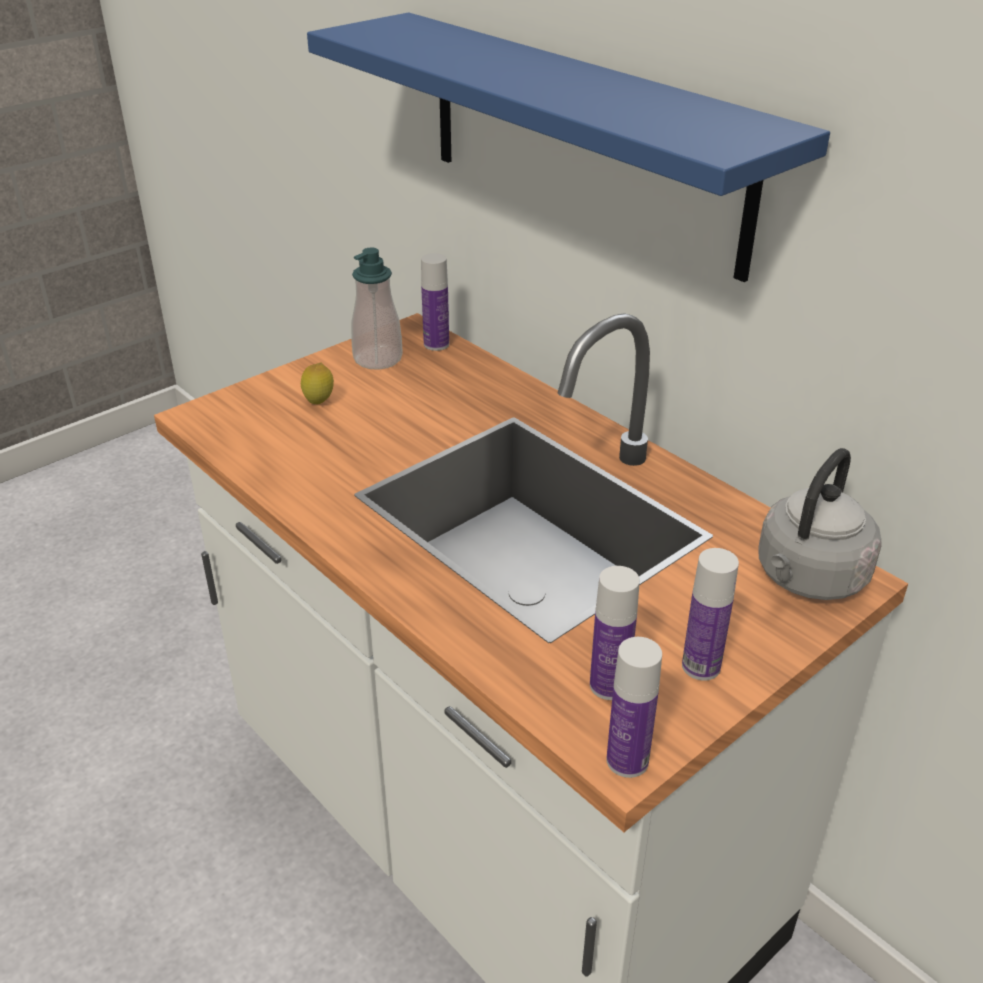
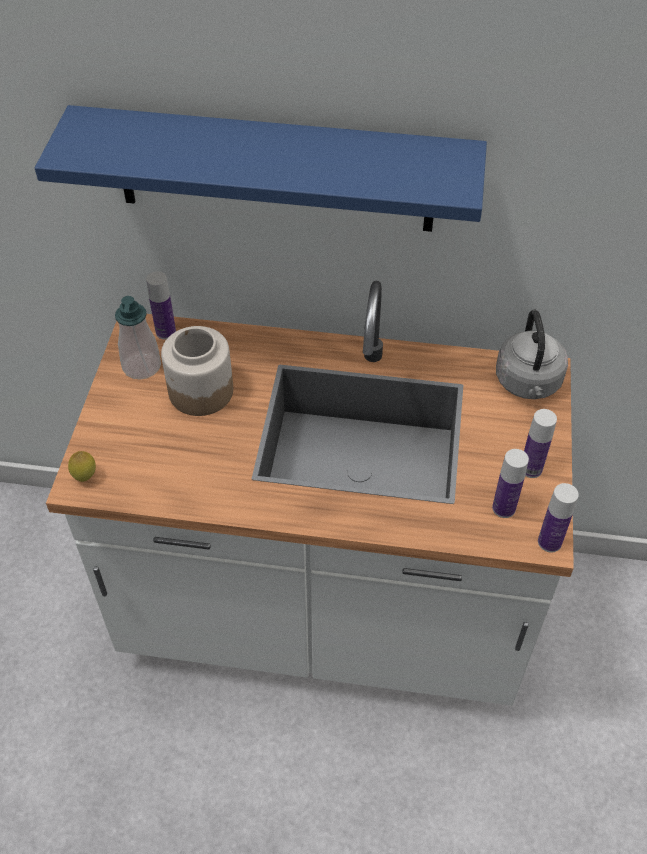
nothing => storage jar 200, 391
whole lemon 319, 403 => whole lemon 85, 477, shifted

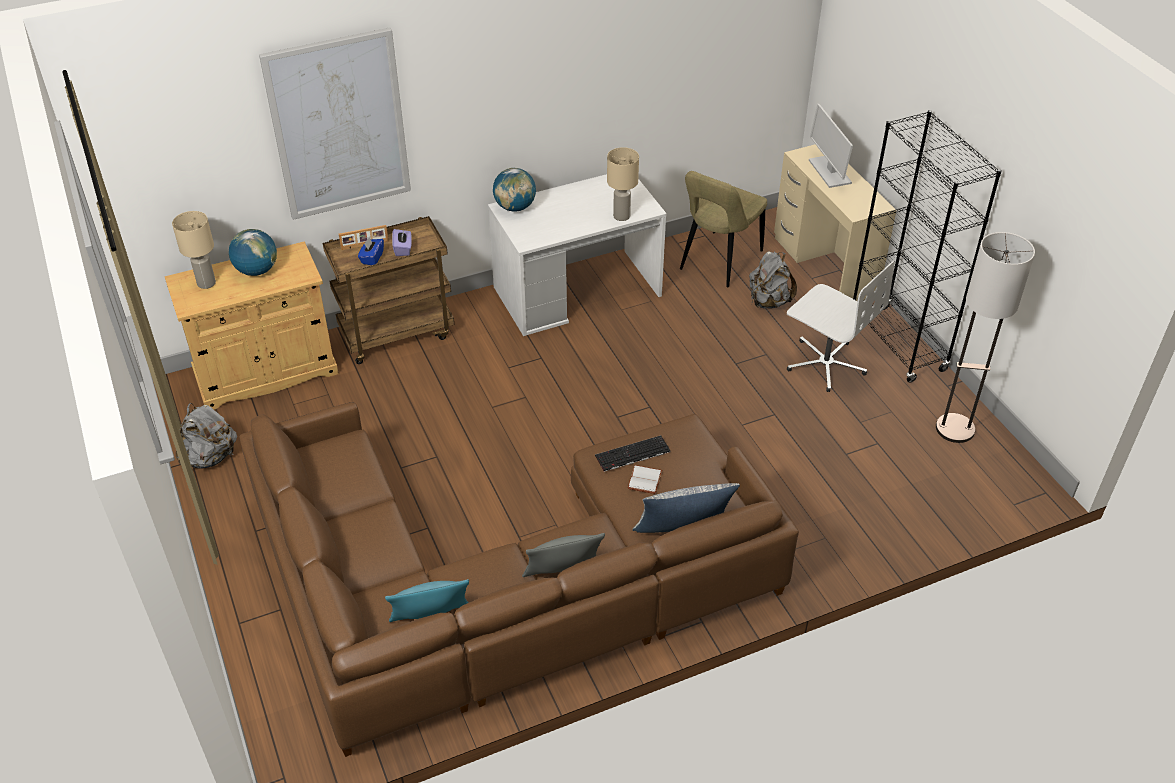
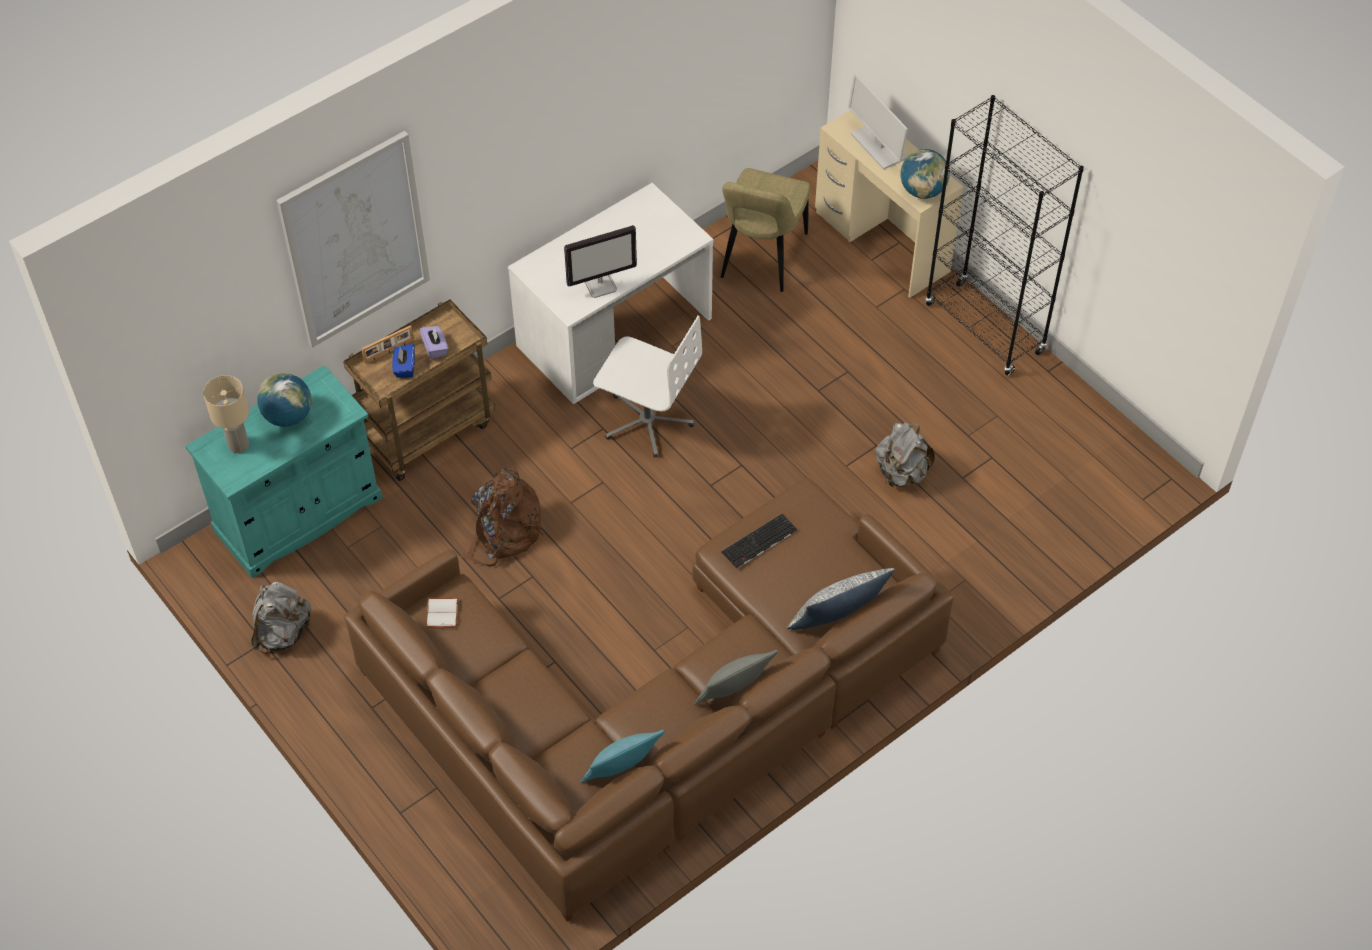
table lamp (beige) 622, 216 => nothing
standing lamp 955, 428 => nothing
nothing => rucksack (brown) 503, 532
nothing => computer screen 601, 285
desk globe 515, 207 => desk globe 922, 191, shifted
book (white) 645, 481 => book (white) 443, 614, shifted
rucksack (grey) 768, 301 => rucksack (grey) 901, 473, shifted
desk chair (white) 825, 363 => desk chair (white) 647, 420, shifted
cabinet (beige) 266, 373 => cabinet (blue-green) 298, 514

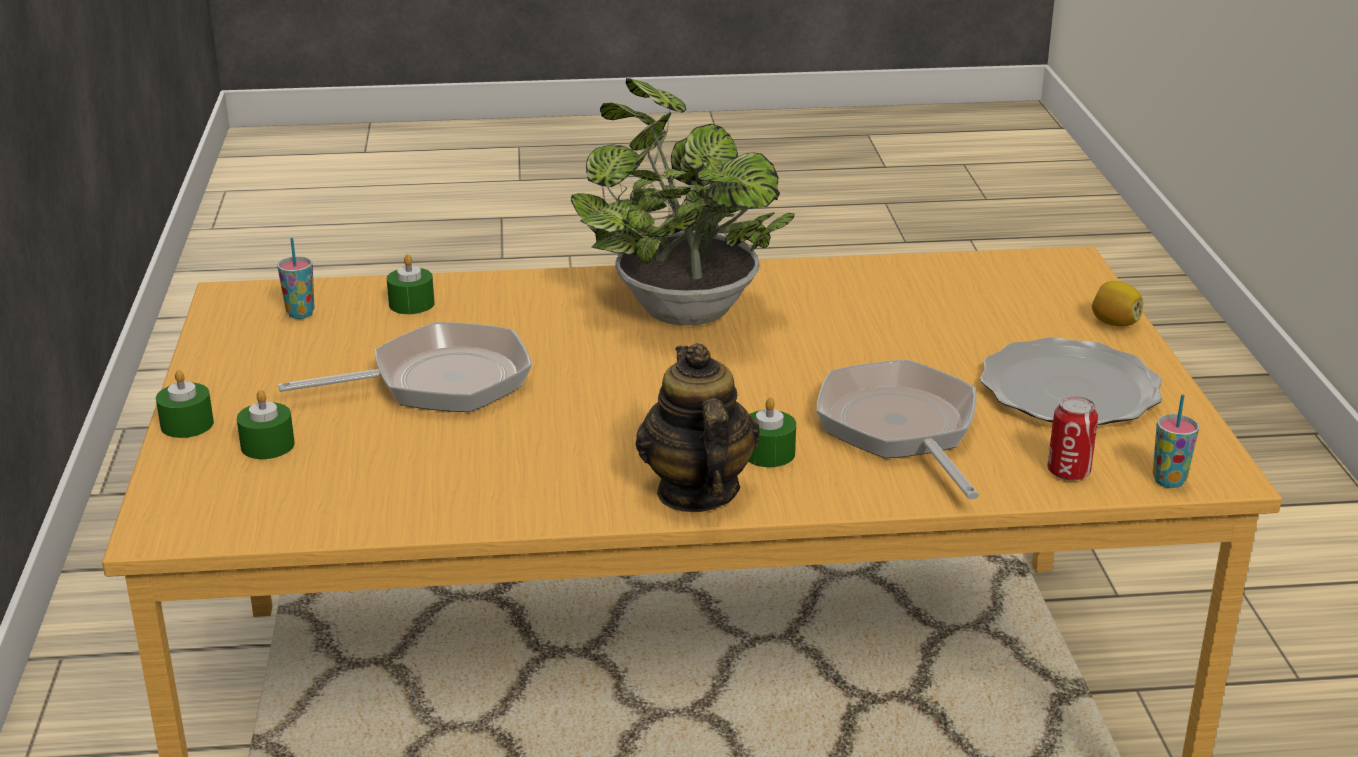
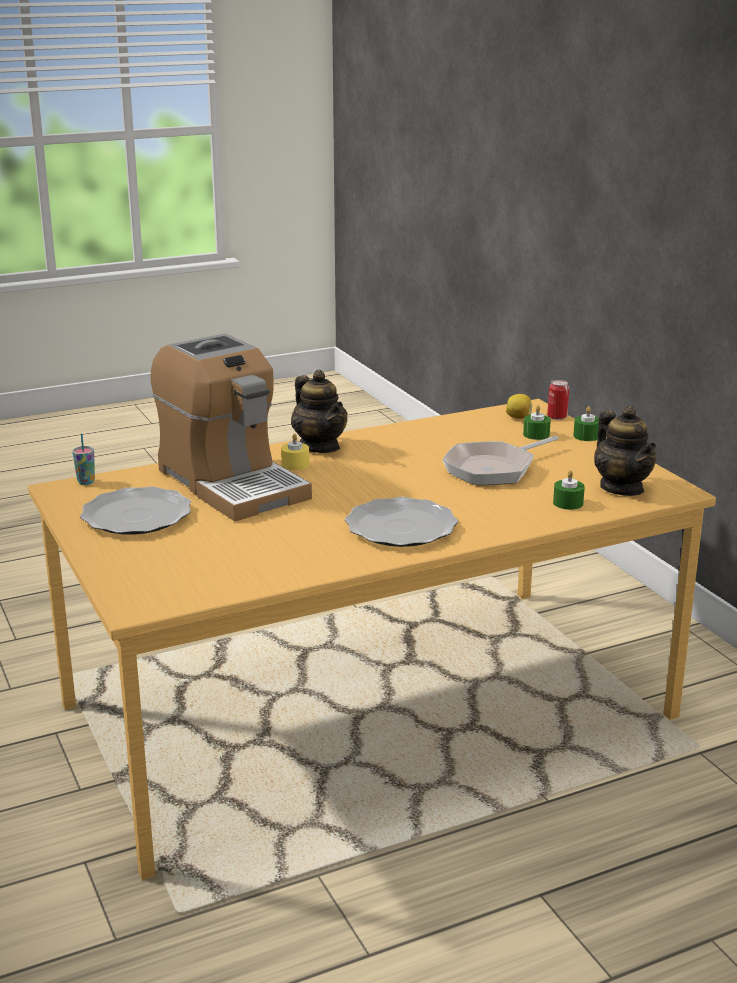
can 1068, 472 => can 557, 417, shifted
whole lemon 1114, 323 => whole lemon 518, 417, shifted
drinking cup 300, 314 => teapot 622, 488
potted plant 680, 308 => flat dish 400, 527
pan 900, 429 => coffee brewer 231, 483
candle (greenish) 768, 453 => candle (yellow) 295, 464

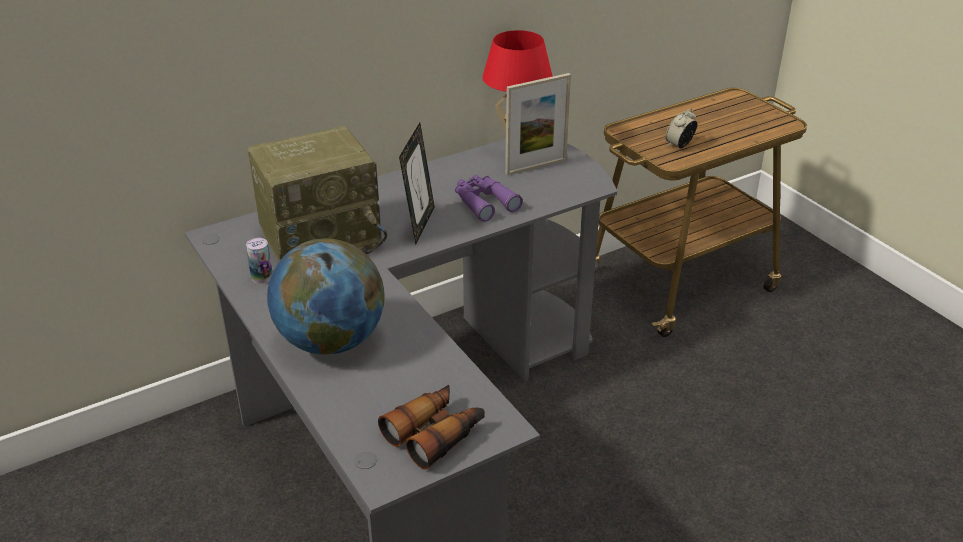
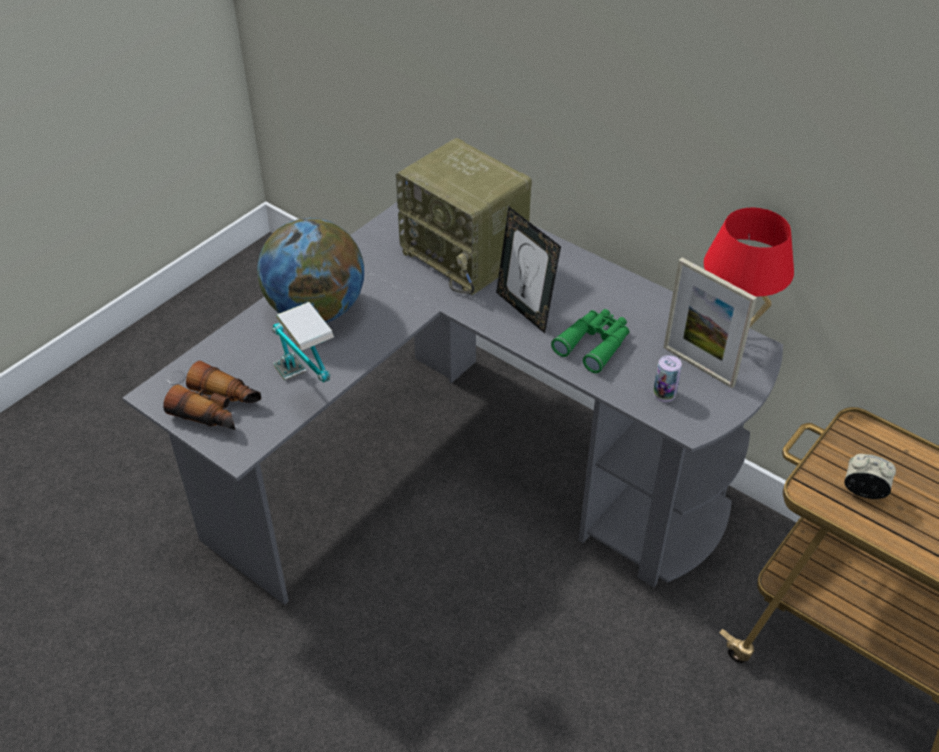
nothing => table lamp 308, 393
can 262, 277 => can 664, 394, shifted
binoculars (purple-coloured) 484, 202 => binoculars (greenish) 594, 344
picture frame 419, 224 => picture frame 525, 310, 60 degrees clockwise

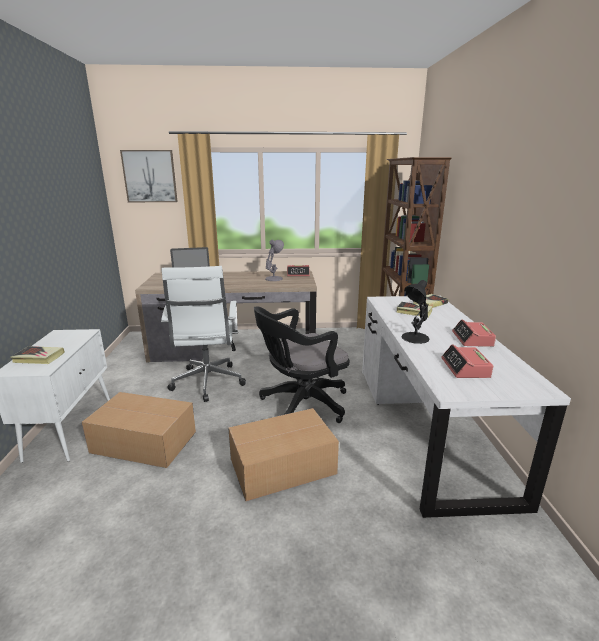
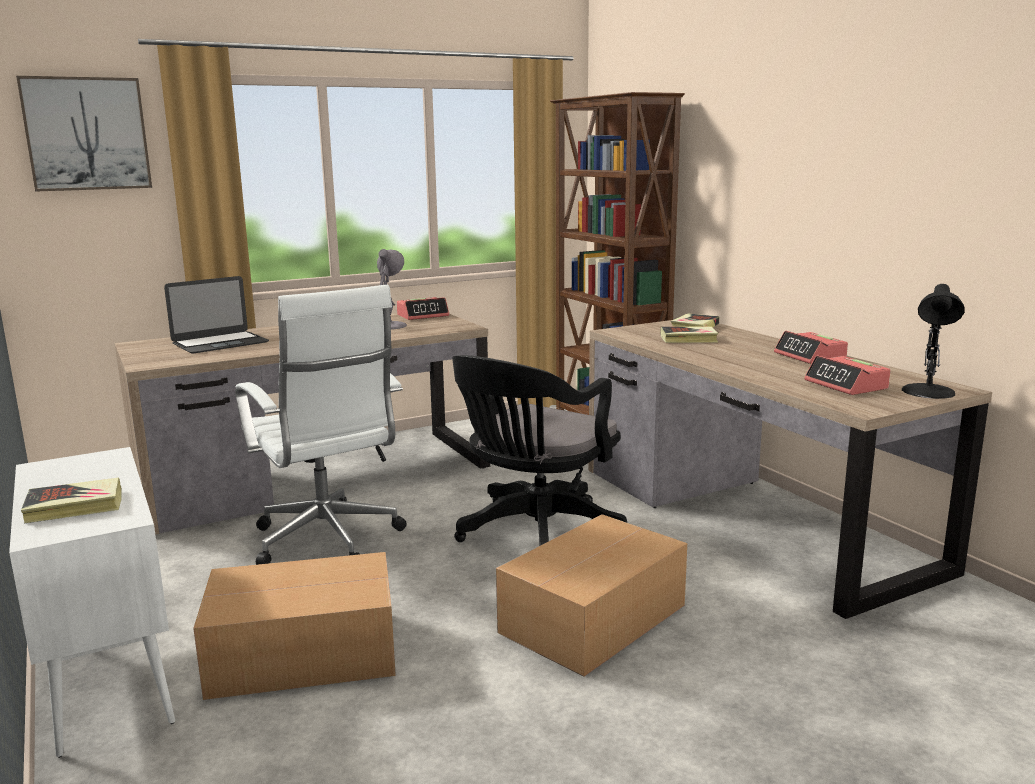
table lamp (black-coloured) 414, 338 => table lamp (black-coloured) 928, 392, shifted
desk unit (white) 427, 425 => desk unit (brown) 749, 517

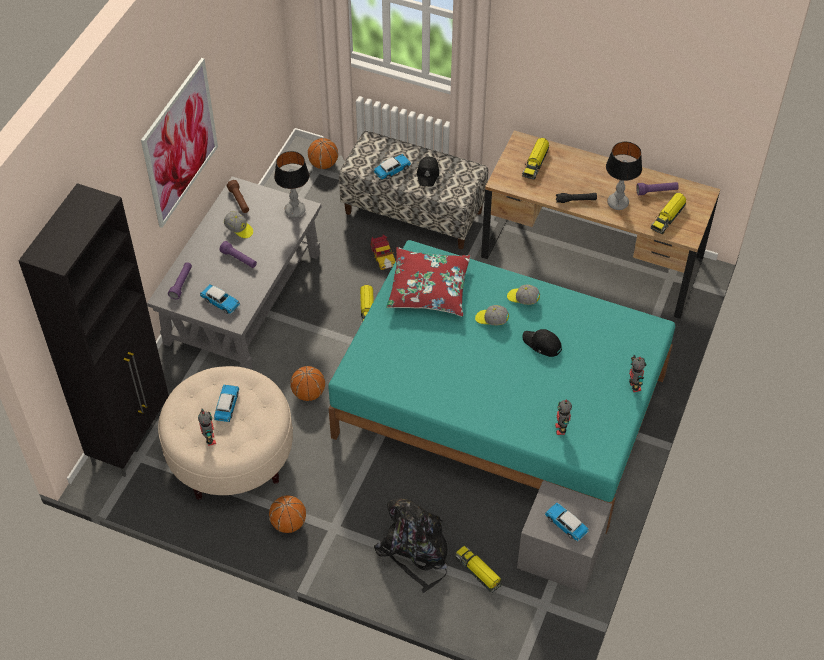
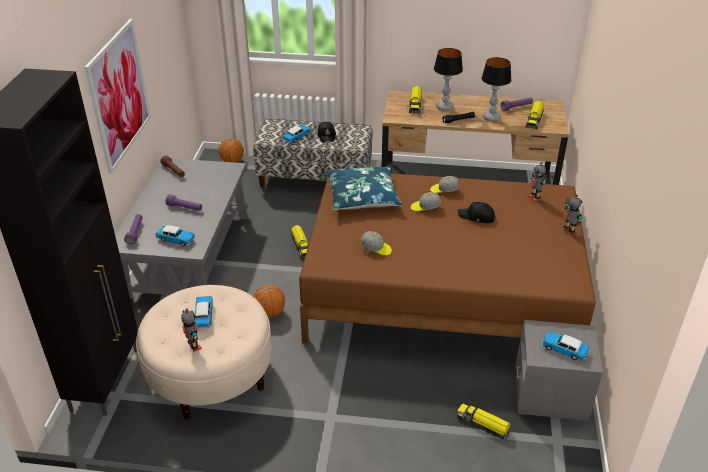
ball for basketball 288, 523 => nothing
model car 383, 257 => nothing
rucksack (black-coloured) 415, 551 => nothing
peaked cap 239, 229 => peaked cap 376, 249, shifted
table lamp 295, 211 => table lamp 445, 107, shifted
toy robot 561, 429 => toy robot 535, 198, shifted
bedroom bed (blue-green) 500, 406 => bedroom bed (brown) 442, 292
throw pillow (reddish) 429, 289 => throw pillow (blue) 362, 196

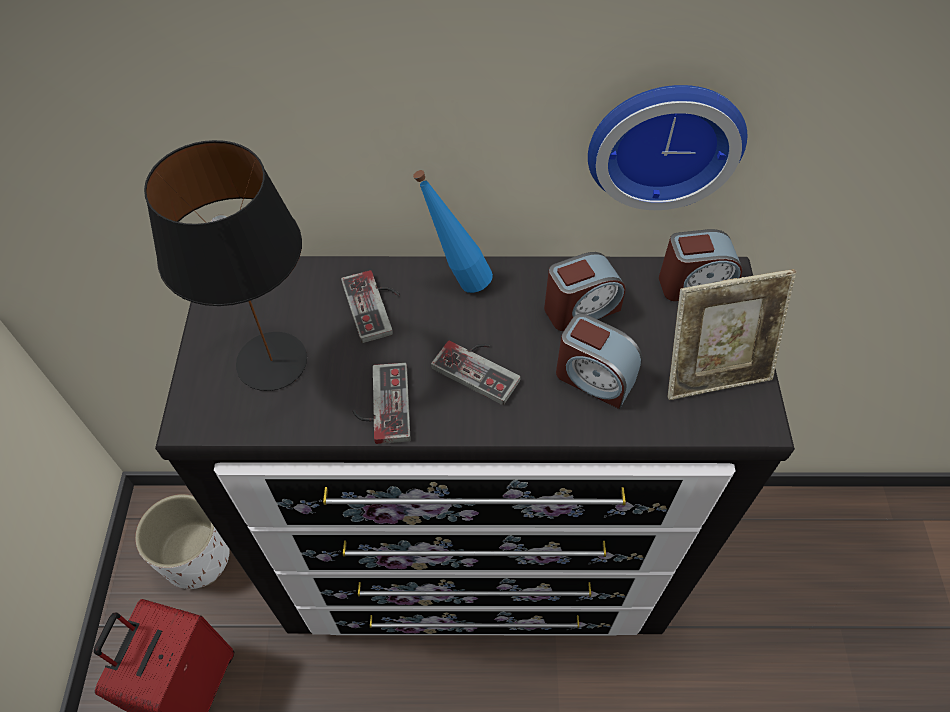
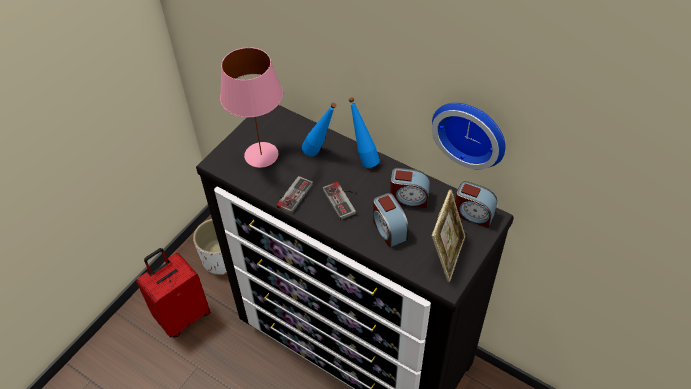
gamepad 376, 305 => bottle (blue) 320, 153
table lamp (black-coloured) 271, 360 => table lamp (pink) 261, 154
picture frame 713, 372 => picture frame 446, 255, 90 degrees counterclockwise

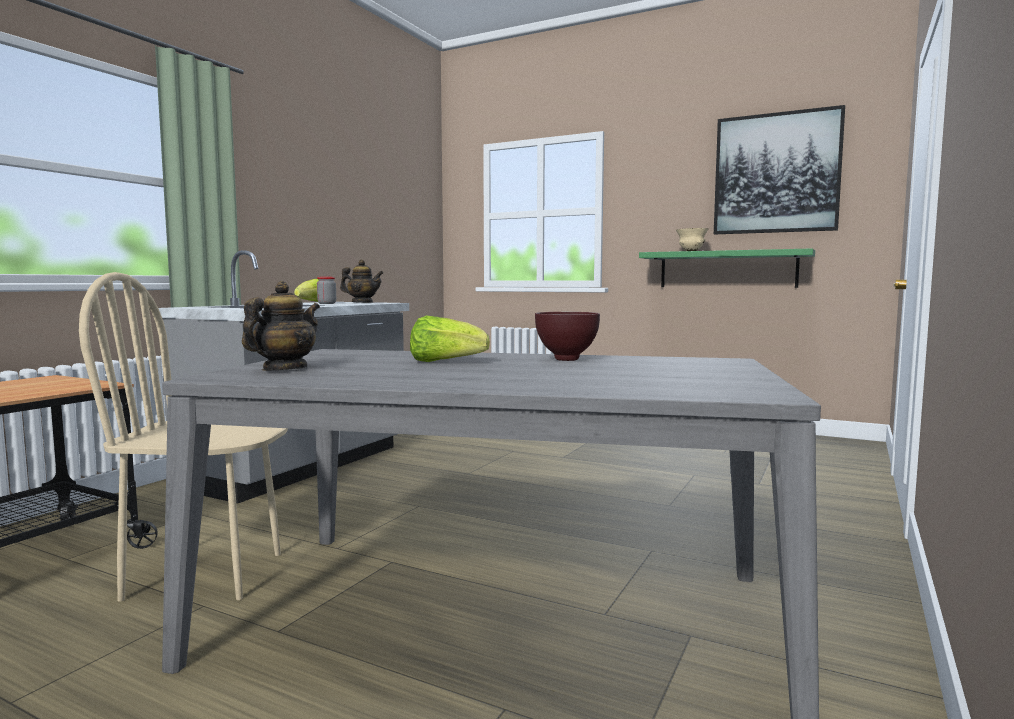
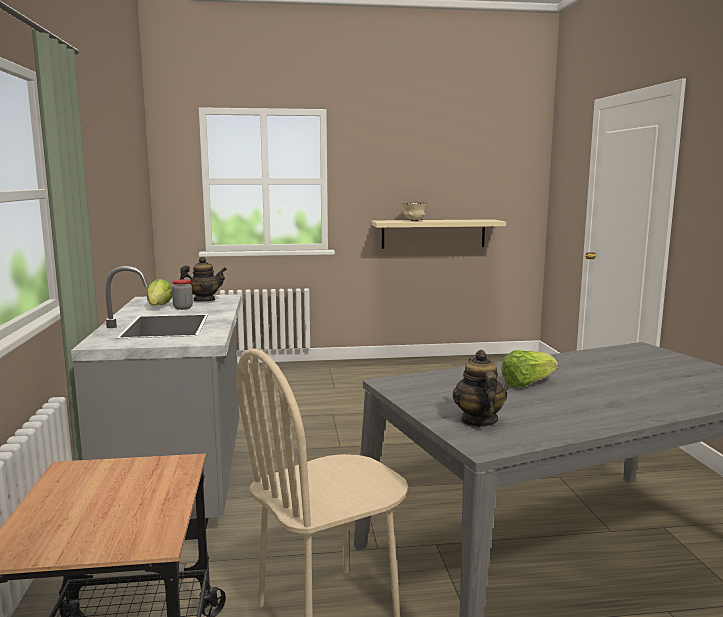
serving bowl (brown) 567, 360 => nothing
wall art 776, 173 => nothing
wall shelf (greenish) 727, 269 => wall shelf (beige) 433, 233

